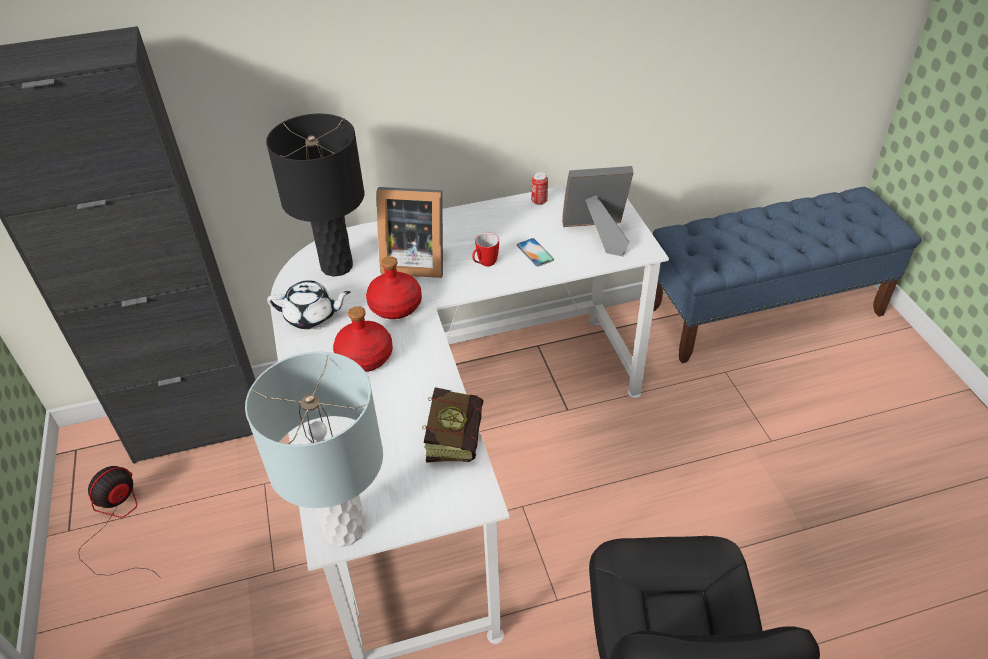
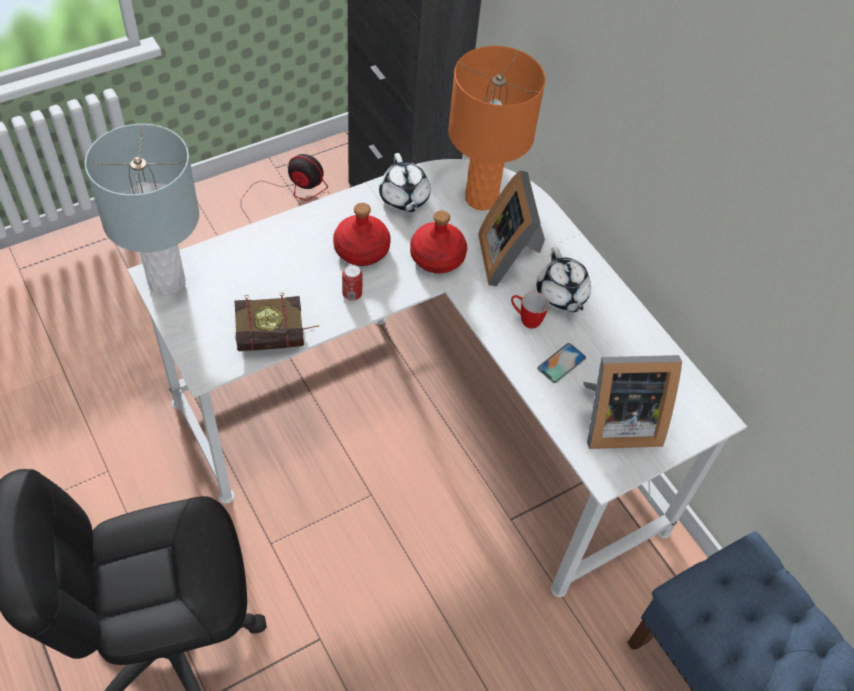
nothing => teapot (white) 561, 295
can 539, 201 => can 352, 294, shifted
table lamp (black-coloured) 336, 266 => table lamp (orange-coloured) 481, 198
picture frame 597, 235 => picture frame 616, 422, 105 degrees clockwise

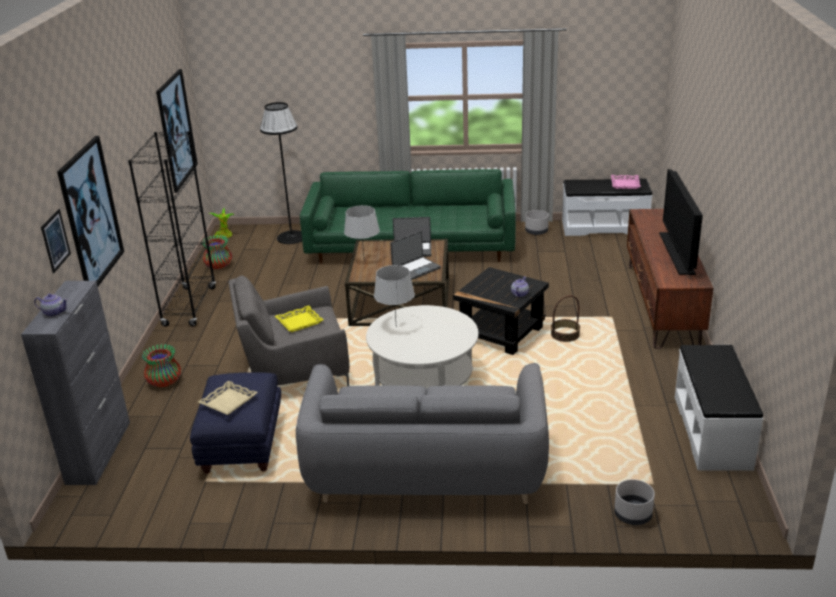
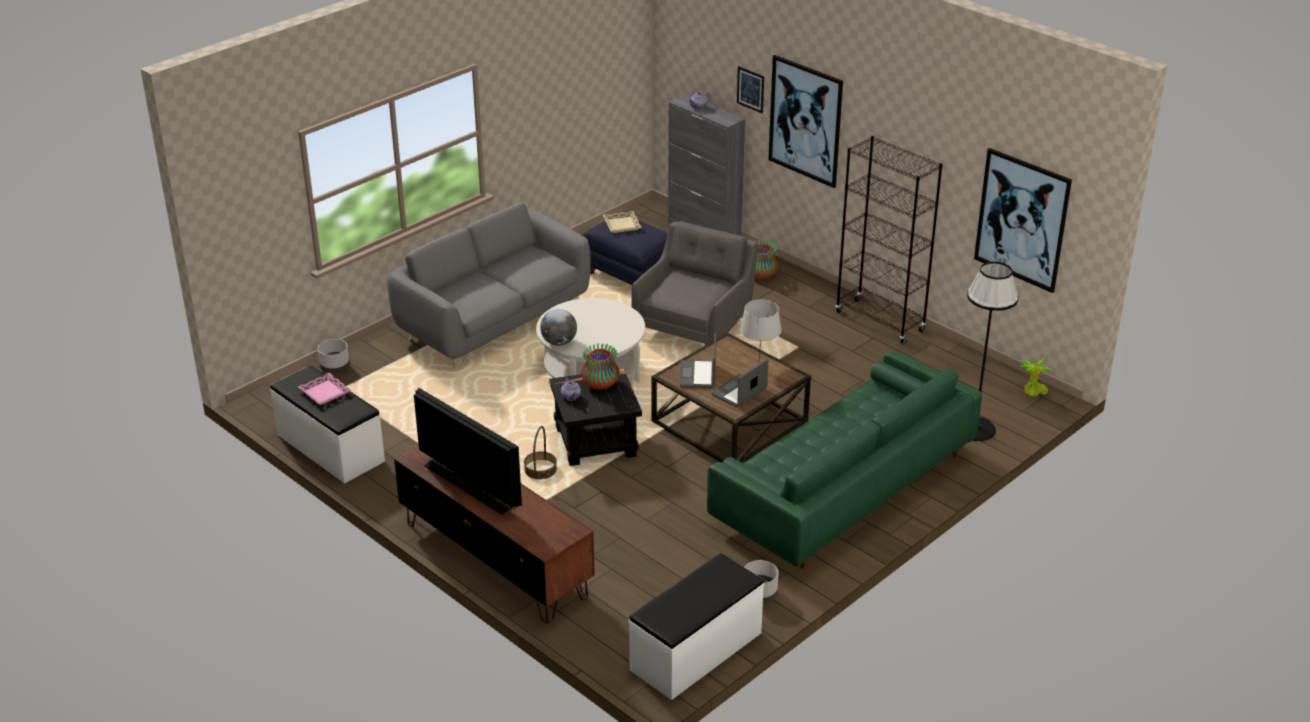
serving tray (yellow) 299, 322 => nothing
table lamp (grey) 396, 327 => nothing
nothing => desk globe 559, 342
vase 218, 266 => vase 600, 384, shifted
serving tray (pink) 625, 184 => serving tray (pink) 325, 392, shifted

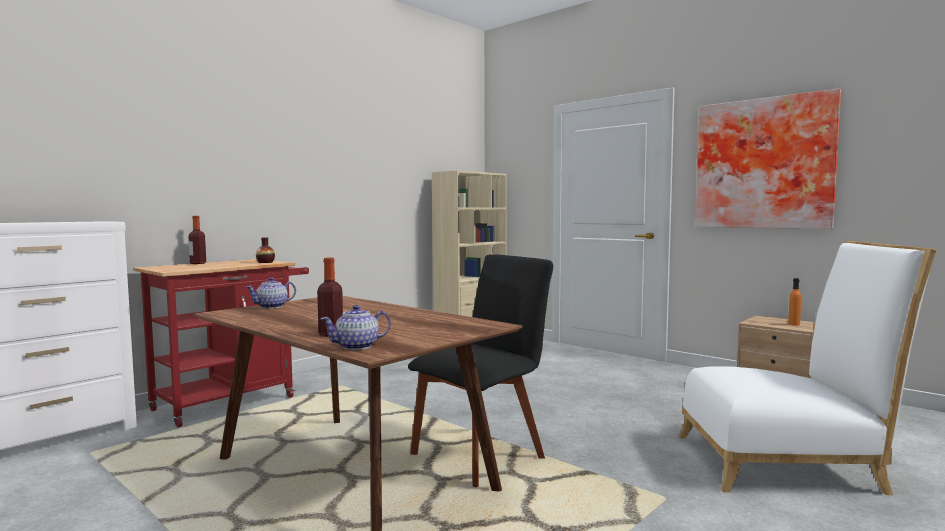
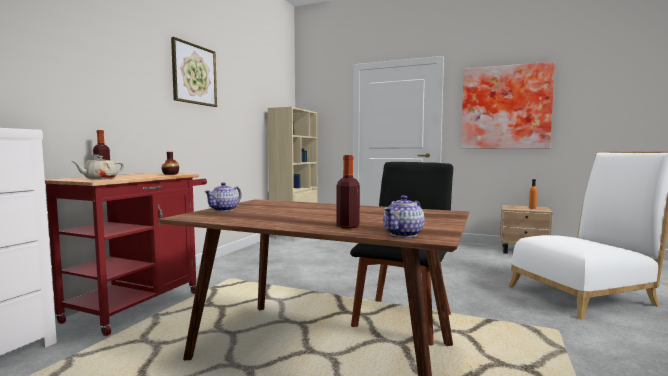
nothing => teapot (beige) 100, 179
nothing => wall art 194, 74

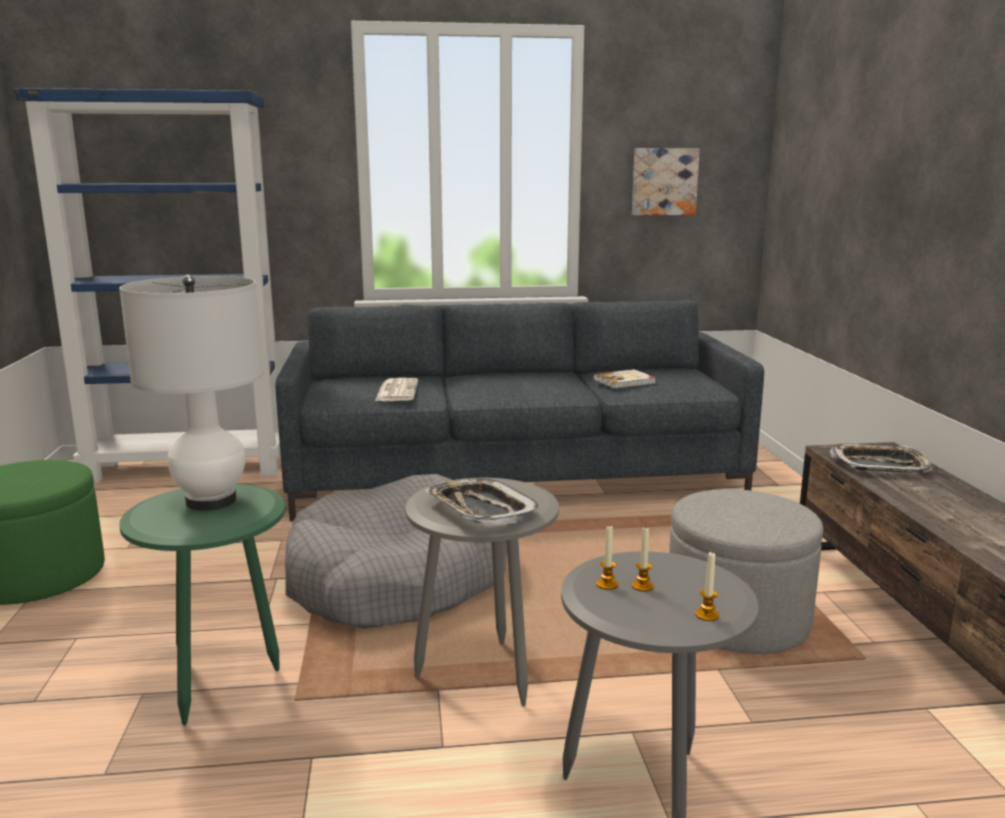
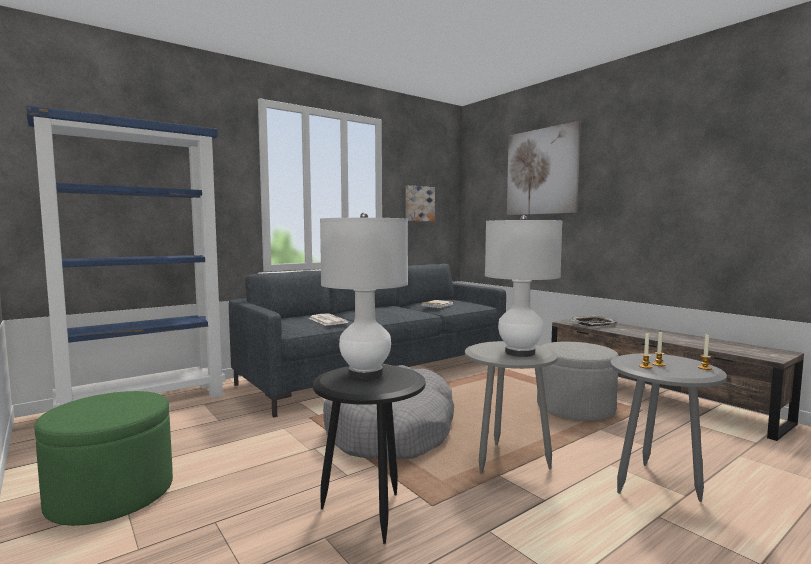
nothing => wall art 541, 171
serving tray 481, 509 => table lamp (white) 519, 353
side table (greenish) 222, 682 => side table (black-coloured) 370, 512

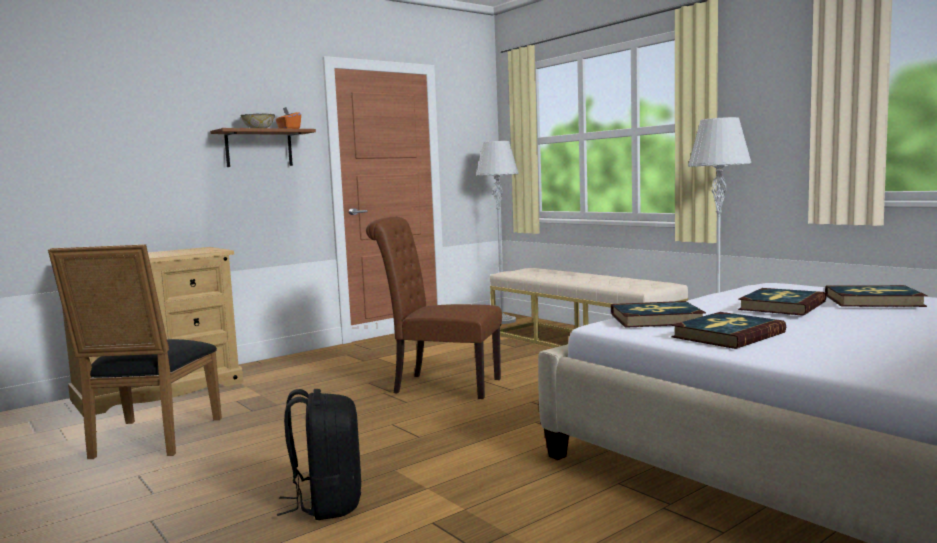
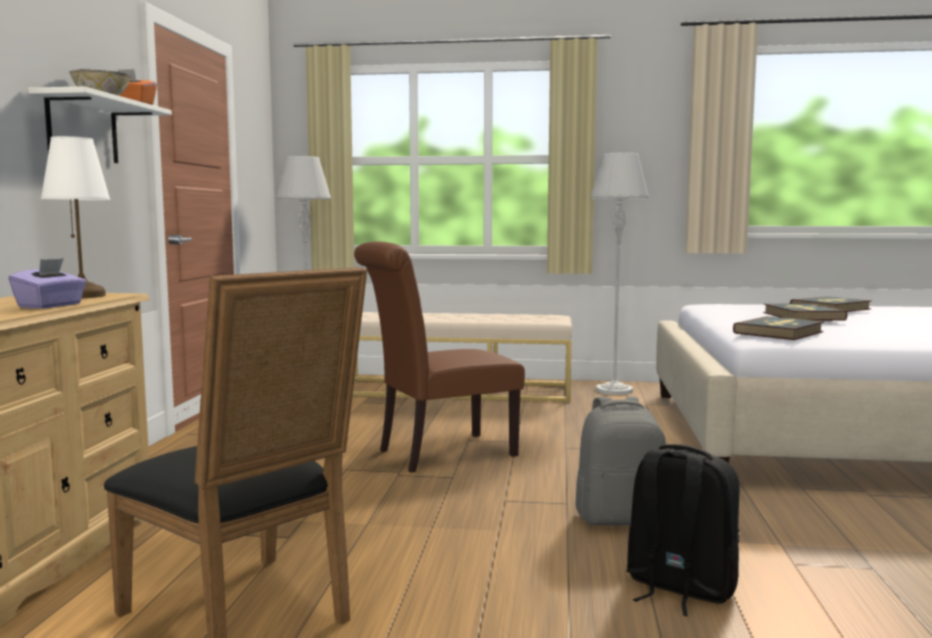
book 727, 335 => nothing
nothing => box of tissues (purple-coloured) 51, 306
nothing => table lamp (white) 82, 296
nothing => rucksack (grey) 620, 518
wall shelf (brown) 259, 148 => wall shelf (white) 82, 130

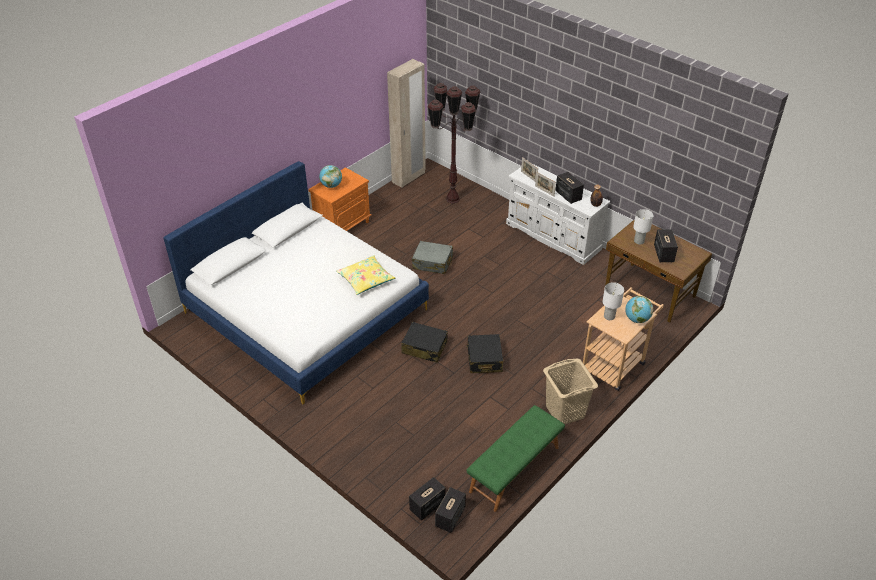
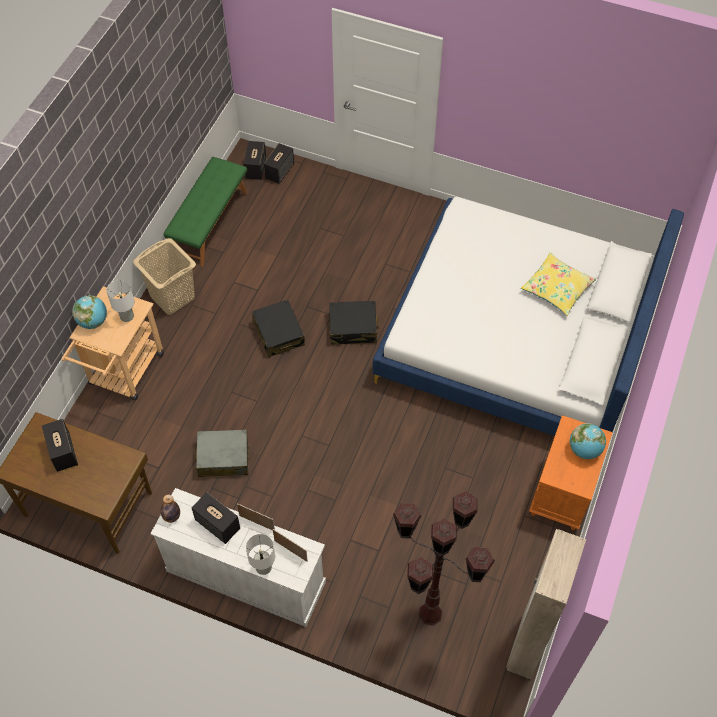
throw pillow (yellow) 365, 279 => throw pillow (yellow) 557, 288, shifted
travel case (grey) 432, 263 => travel case (grey) 223, 458, shifted
table lamp (white) 639, 241 => table lamp (white) 264, 567, shifted

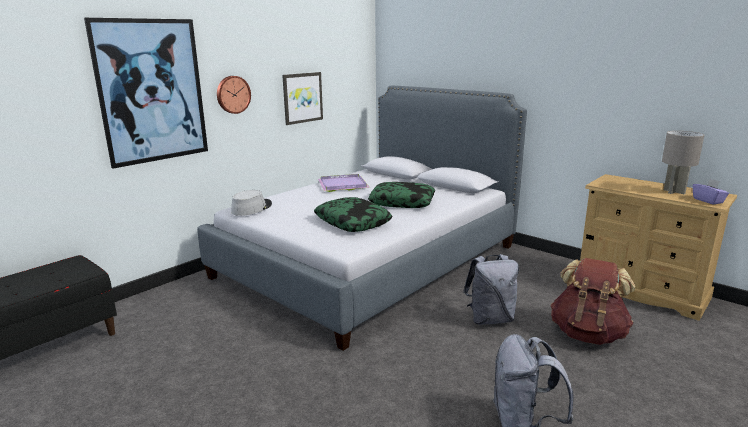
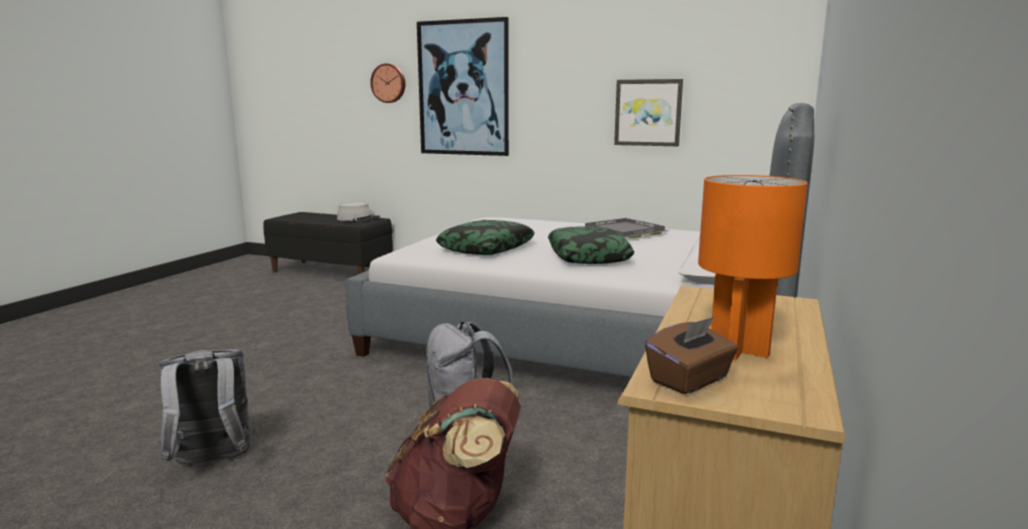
clock on the wall 232, 94 => clock on the wall 389, 83, shifted
clothing hat (grey) 251, 208 => clothing hat (grey) 358, 219, shifted
serving tray (purple-coloured) 342, 185 => serving tray (grey) 622, 231
table lamp (grey) 674, 191 => table lamp (orange-coloured) 740, 350
box of tissues (purple-coloured) 708, 201 => box of tissues (brown) 690, 380

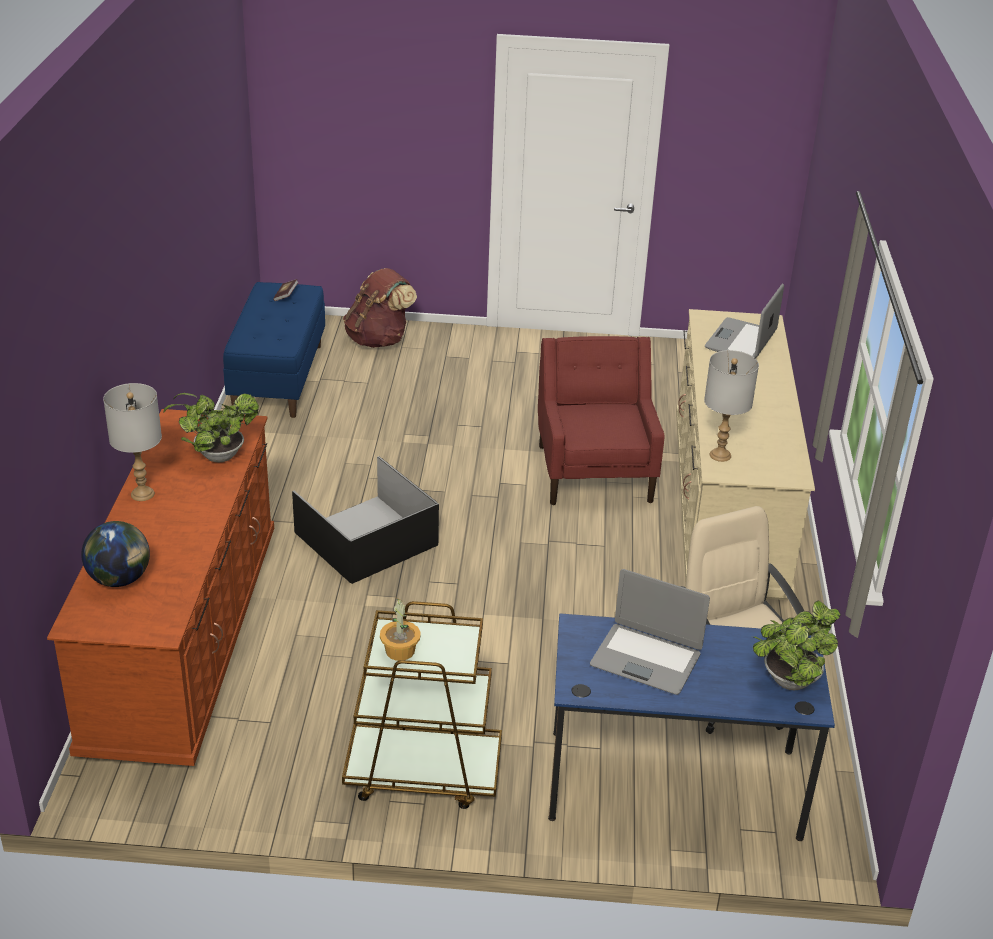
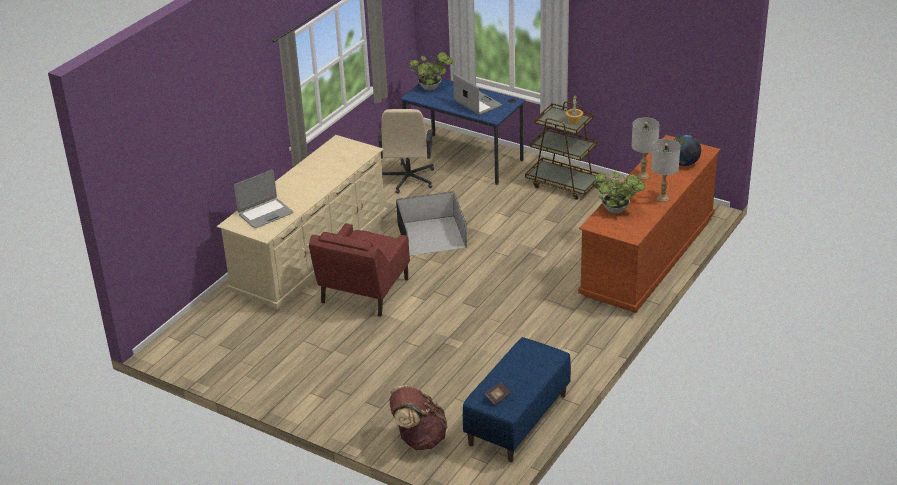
storage box (black-coloured) 367, 538 => storage box (black-coloured) 430, 235, shifted
table lamp (grey) 720, 455 => table lamp (grey) 643, 176, shifted

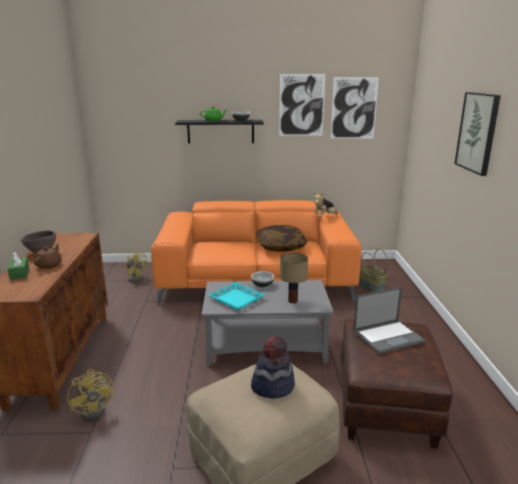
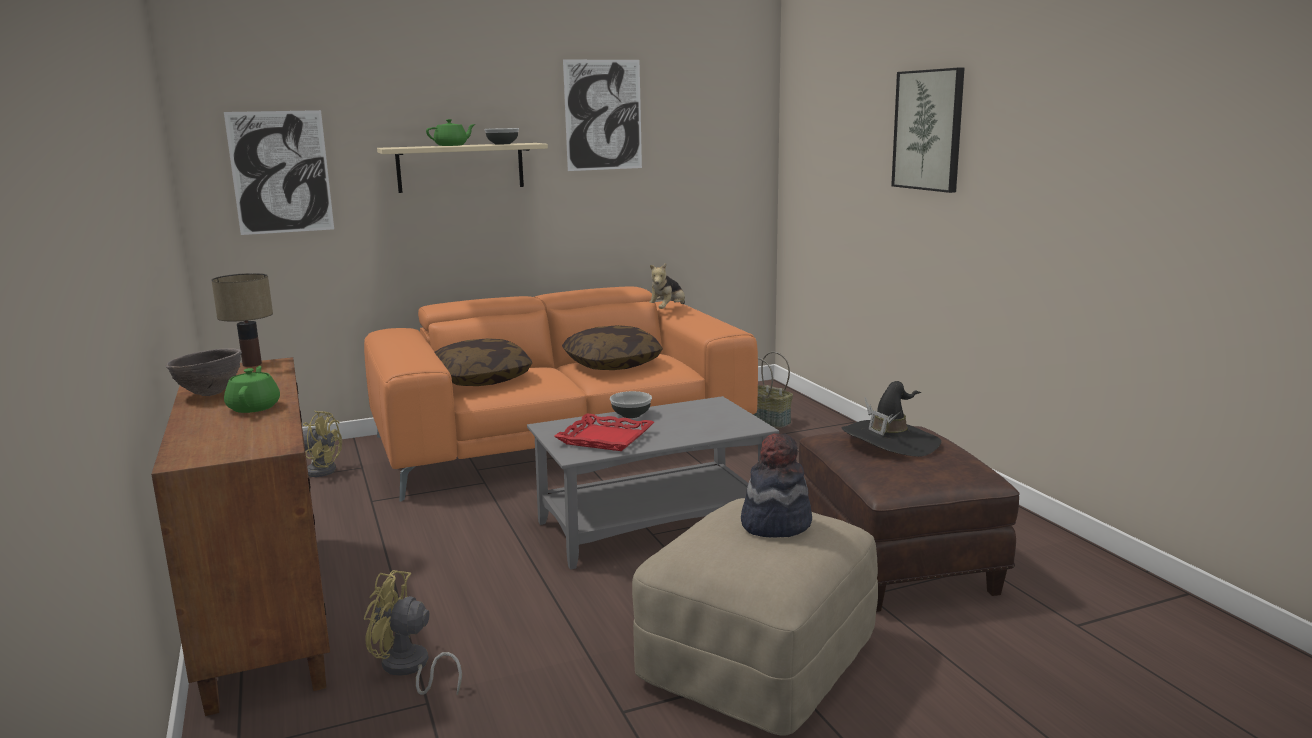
box of tissues (greenish) 19, 273 => nothing
nothing => throw pillow 481, 379
table lamp 293, 301 => table lamp 252, 364, shifted
wall art 354, 108 => wall art 280, 172, shifted
notebook computer 388, 336 => clothing hat (black-coloured) 890, 441
teapot (brown) 49, 265 => teapot (greenish) 254, 407
wall shelf (black-coloured) 220, 131 => wall shelf (beige) 460, 167
serving tray (blue-green) 236, 299 => serving tray (reddish) 605, 439
fan (yellow) 96, 408 => fan (yellow) 409, 669, 150 degrees clockwise

